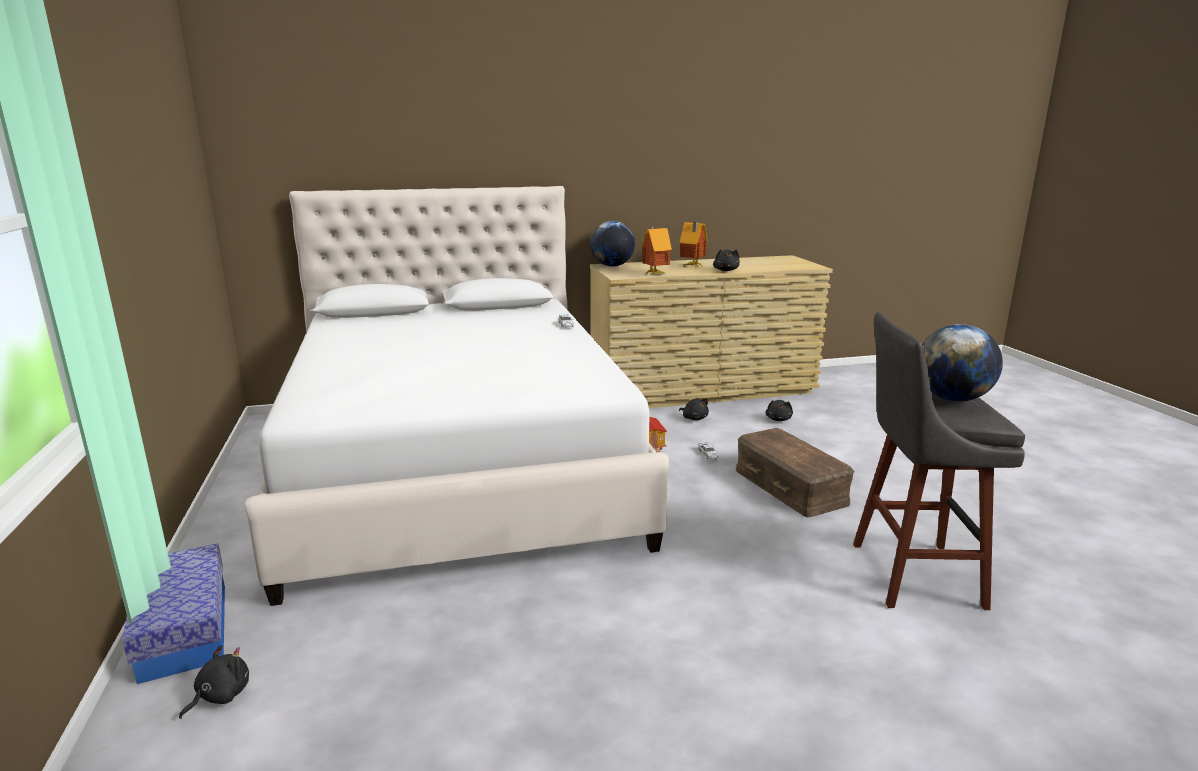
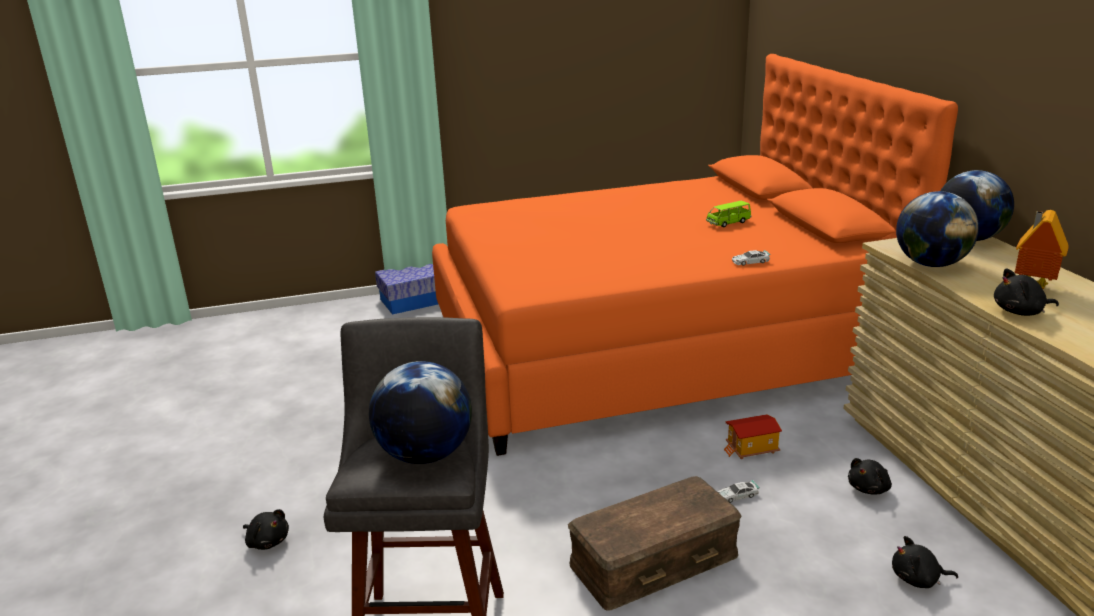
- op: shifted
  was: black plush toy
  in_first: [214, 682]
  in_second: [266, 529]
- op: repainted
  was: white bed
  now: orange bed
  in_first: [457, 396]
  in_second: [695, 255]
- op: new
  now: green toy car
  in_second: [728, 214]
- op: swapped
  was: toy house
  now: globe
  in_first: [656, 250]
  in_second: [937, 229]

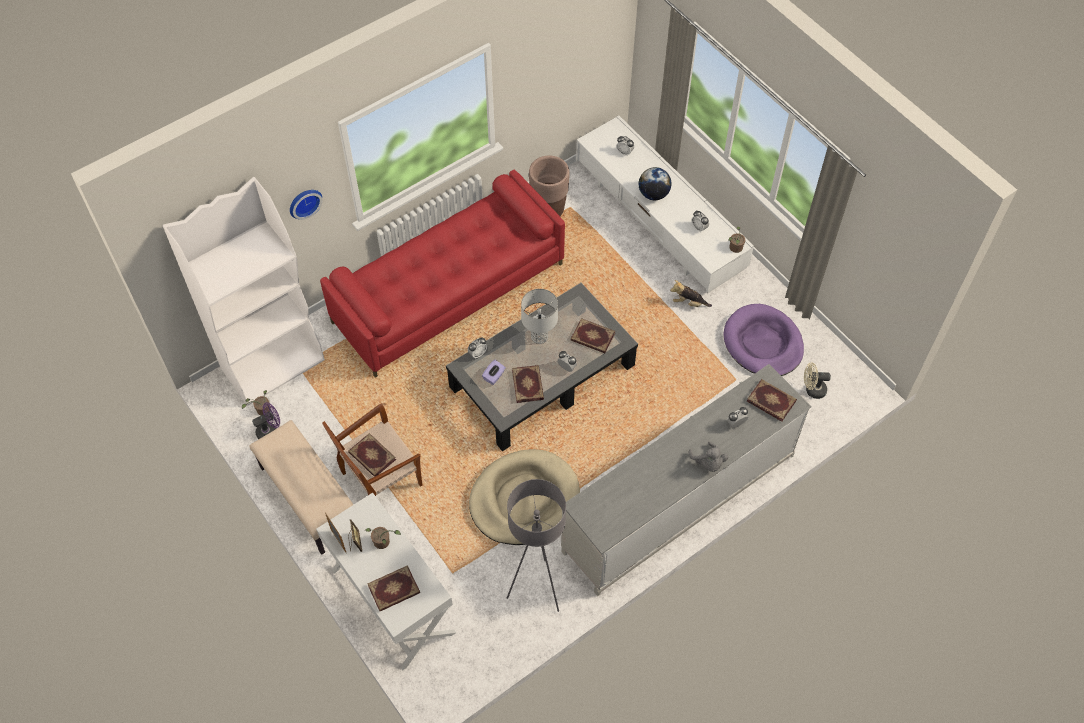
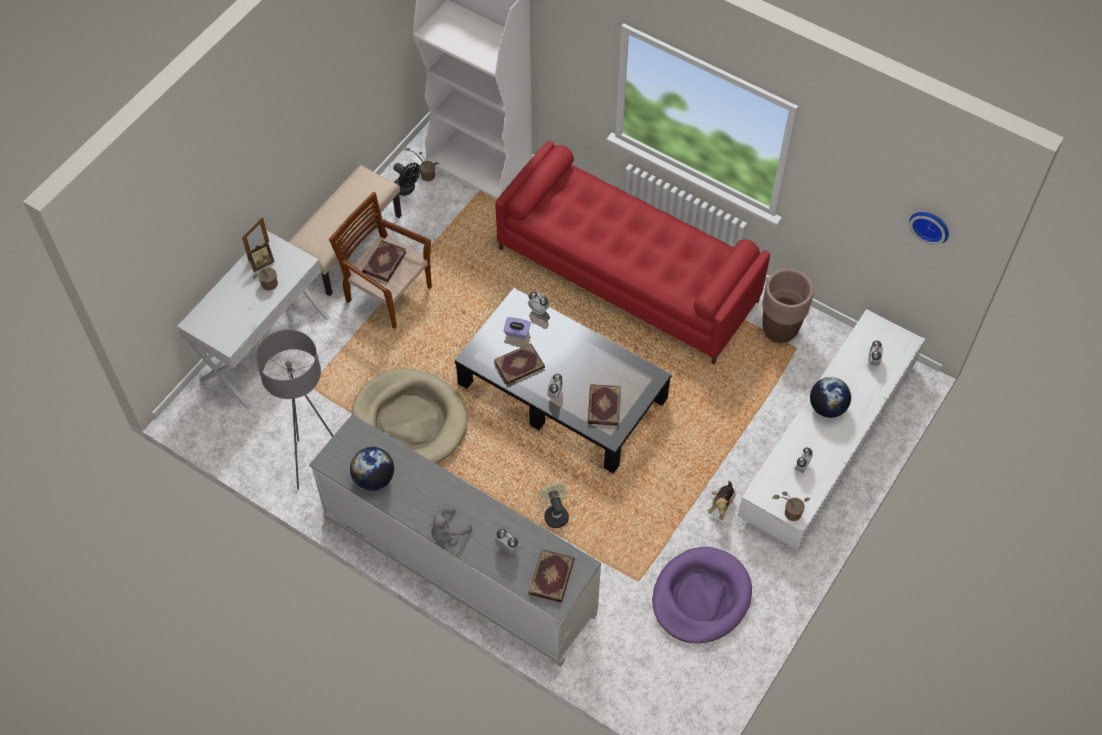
- op: new
  now: globe
  in_second: [372, 469]
- op: repainted
  was: purple fan
  now: black fan
  in_first: [266, 420]
  in_second: [407, 179]
- op: shifted
  was: beige fan
  in_first: [817, 380]
  in_second: [553, 505]
- op: rotated
  was: plush toy
  in_first: [691, 293]
  in_second: [721, 500]
  clockwise: -150
- op: shifted
  was: wall clock
  in_first: [306, 205]
  in_second: [929, 228]
- op: gone
  was: book
  in_first: [394, 588]
- op: gone
  was: white table lamp
  in_first: [539, 316]

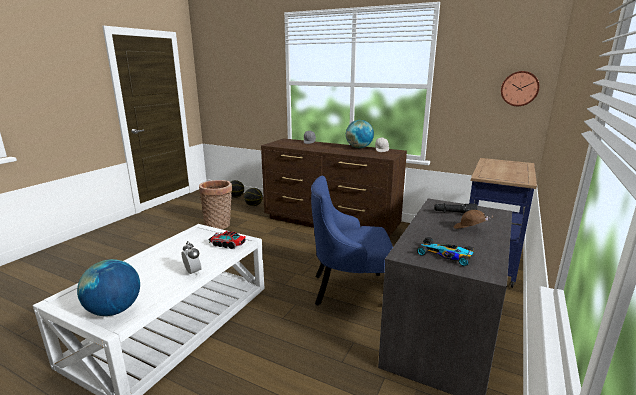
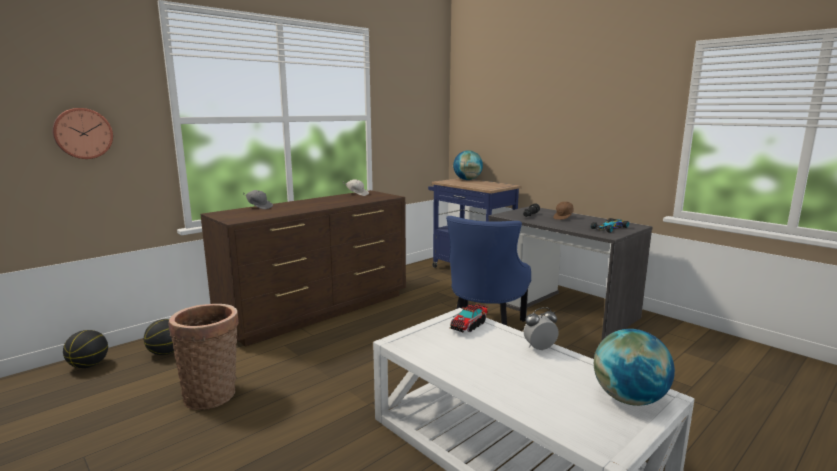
- op: shifted
  was: wall clock
  in_first: [520, 88]
  in_second: [82, 133]
- op: shifted
  was: globe
  in_first: [360, 134]
  in_second: [468, 165]

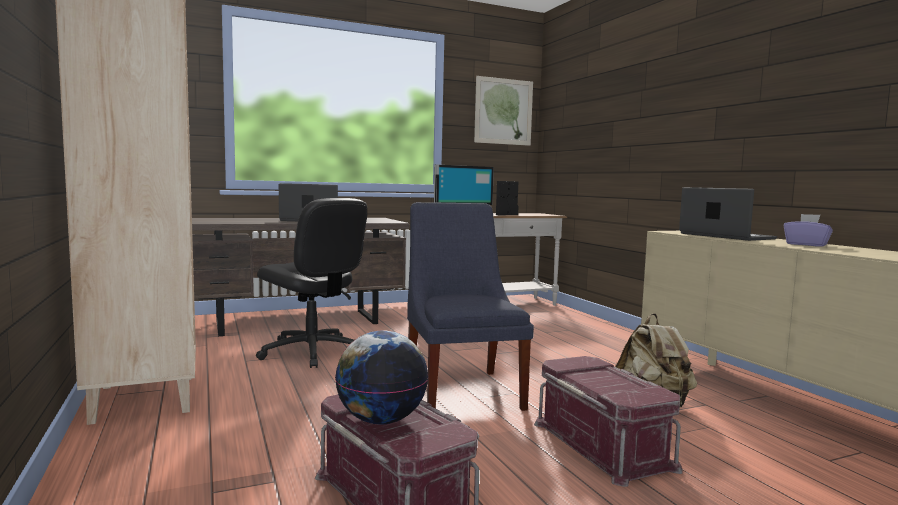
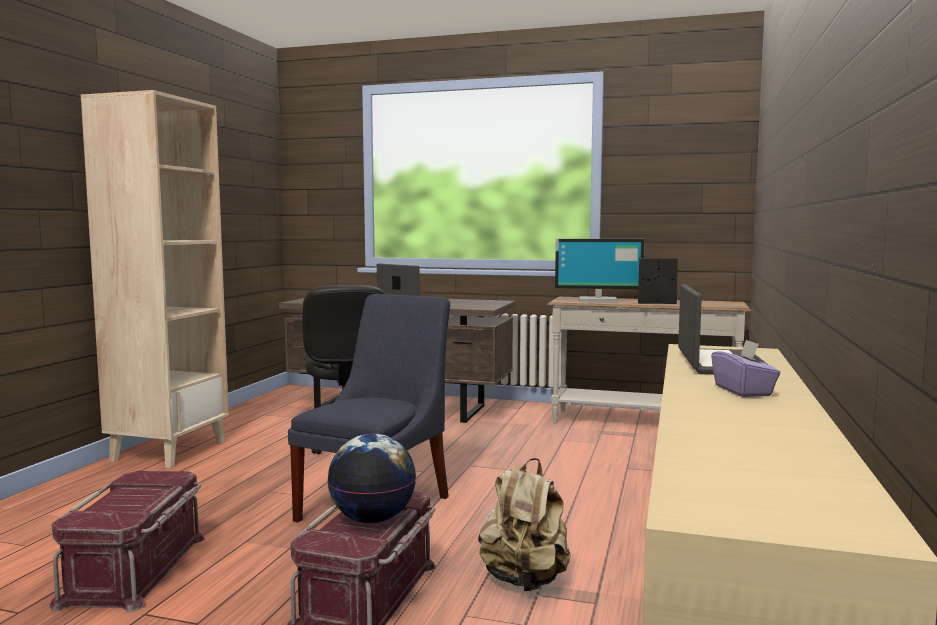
- op: shifted
  was: globe
  in_first: [381, 377]
  in_second: [371, 478]
- op: gone
  was: picture
  in_first: [503, 111]

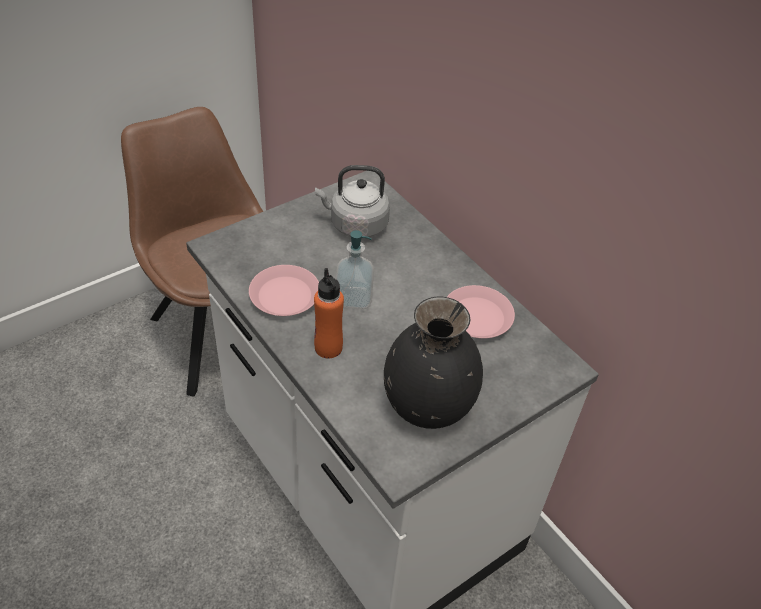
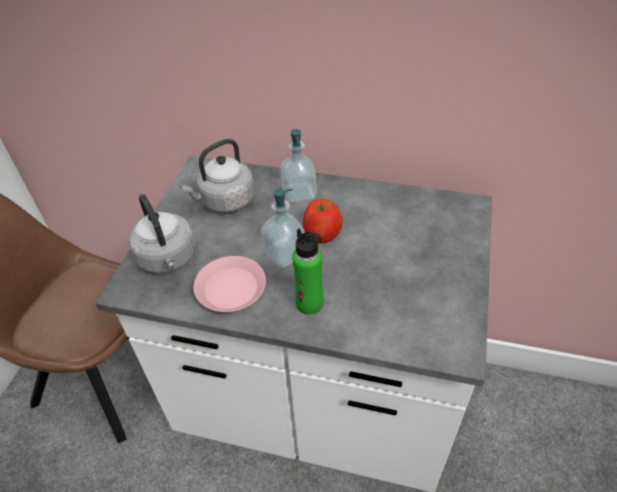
- op: new
  now: grey kettle
  in_second: [162, 233]
- op: new
  now: soap dispenser
  in_second: [298, 166]
- op: repainted
  was: orange bottle
  now: green bottle
  in_first: [329, 313]
  in_second: [308, 271]
- op: new
  now: apple
  in_second: [323, 221]
- op: gone
  was: black vase
  in_first: [433, 363]
- op: gone
  was: pink plate
  in_first: [481, 312]

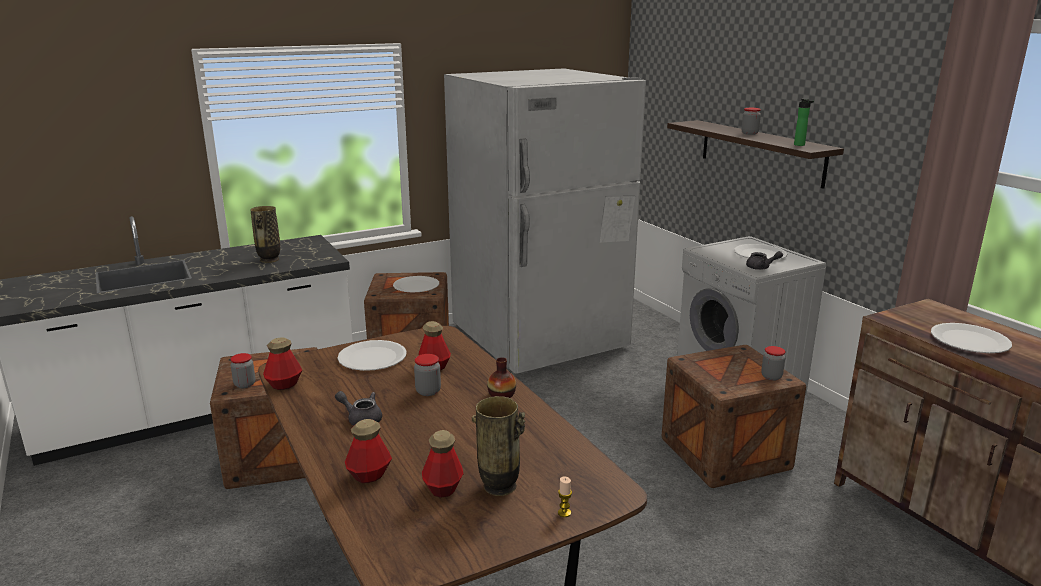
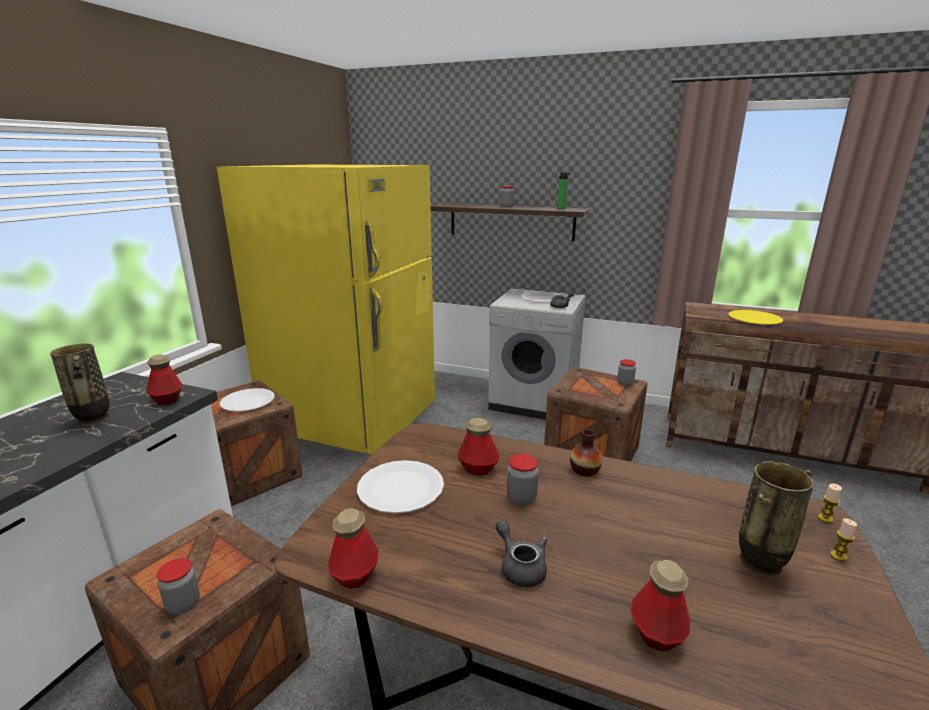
- op: shifted
  was: bottle
  in_first: [443, 464]
  in_second: [164, 379]
- op: repainted
  was: white fridge
  now: yellow fridge
  in_first: [545, 221]
  in_second: [326, 308]
- op: rotated
  was: grey teapot
  in_first: [358, 408]
  in_second: [521, 553]
  clockwise: 75
- op: repainted
  was: white plate
  now: yellow plate
  in_first: [971, 338]
  in_second: [756, 317]
- op: new
  now: candle
  in_second: [830, 503]

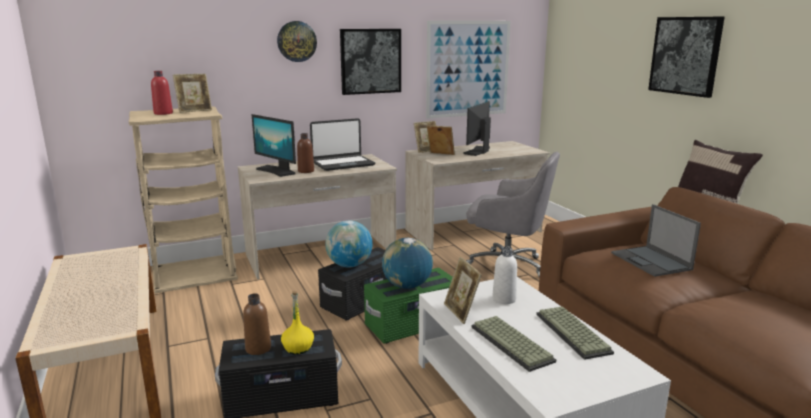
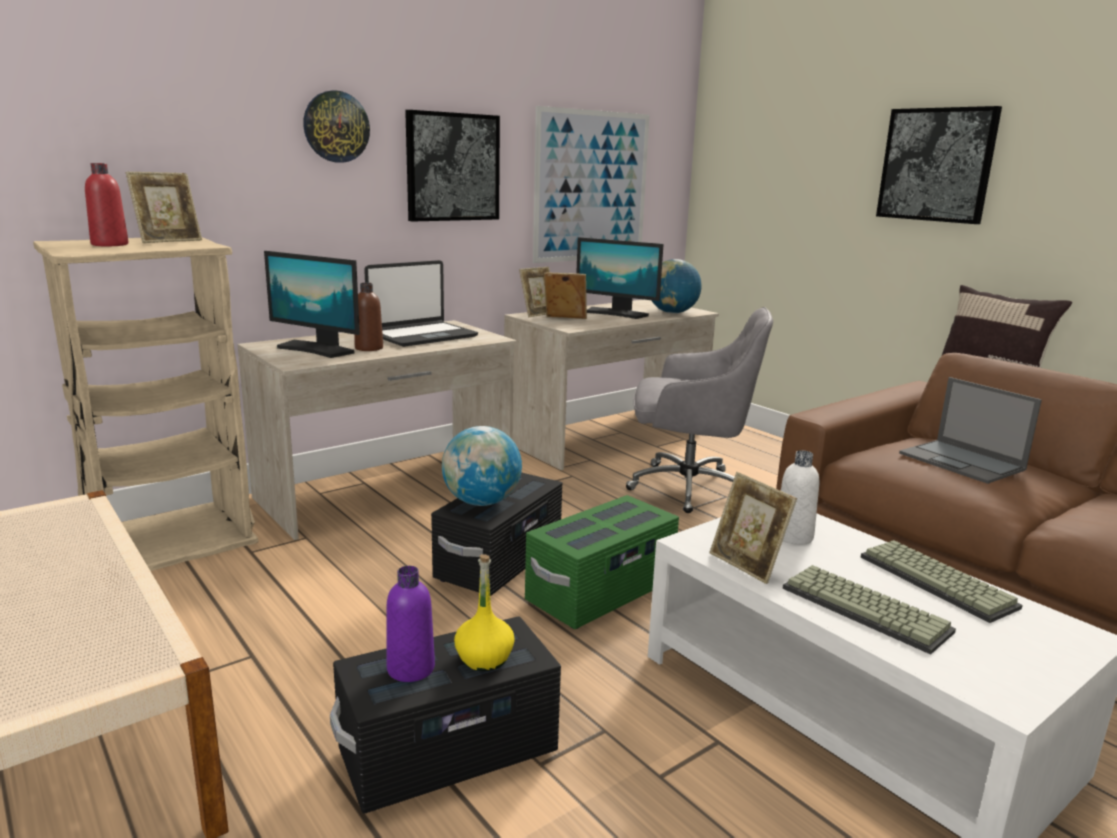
- op: repainted
  was: brown bottle
  now: purple bottle
  in_first: [257, 324]
  in_second: [410, 624]
- op: rotated
  was: monitor
  in_first: [477, 128]
  in_second: [620, 278]
  clockwise: -75
- op: shifted
  was: globe
  in_first: [407, 263]
  in_second: [676, 286]

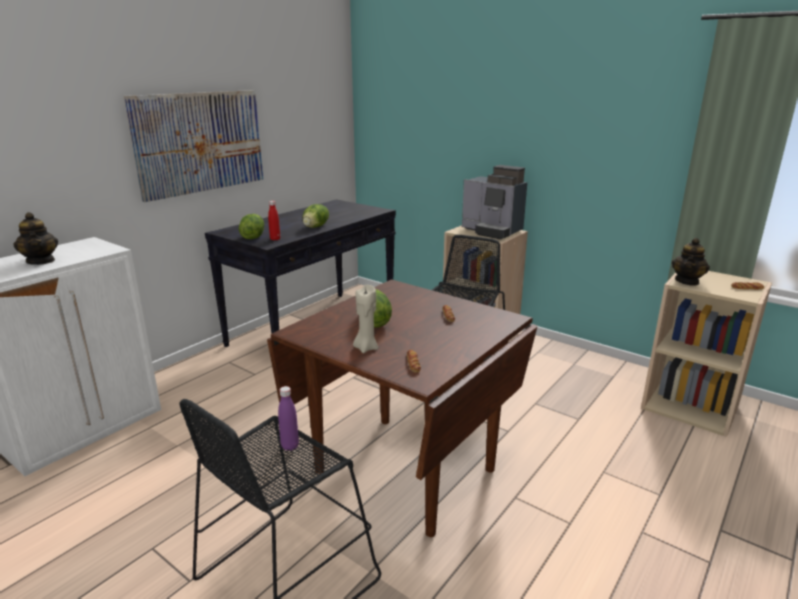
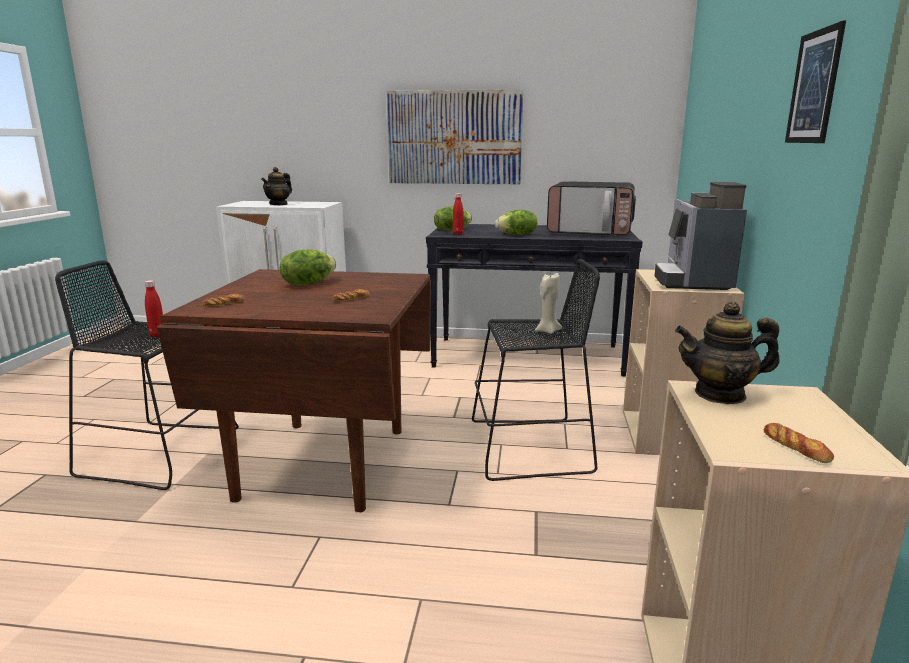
- op: repainted
  was: purple bottle
  now: red bottle
  in_first: [288, 418]
  in_second: [154, 308]
- op: shifted
  was: beige candle
  in_first: [365, 319]
  in_second: [548, 303]
- op: new
  now: microwave
  in_second: [591, 208]
- op: new
  now: picture
  in_second: [815, 81]

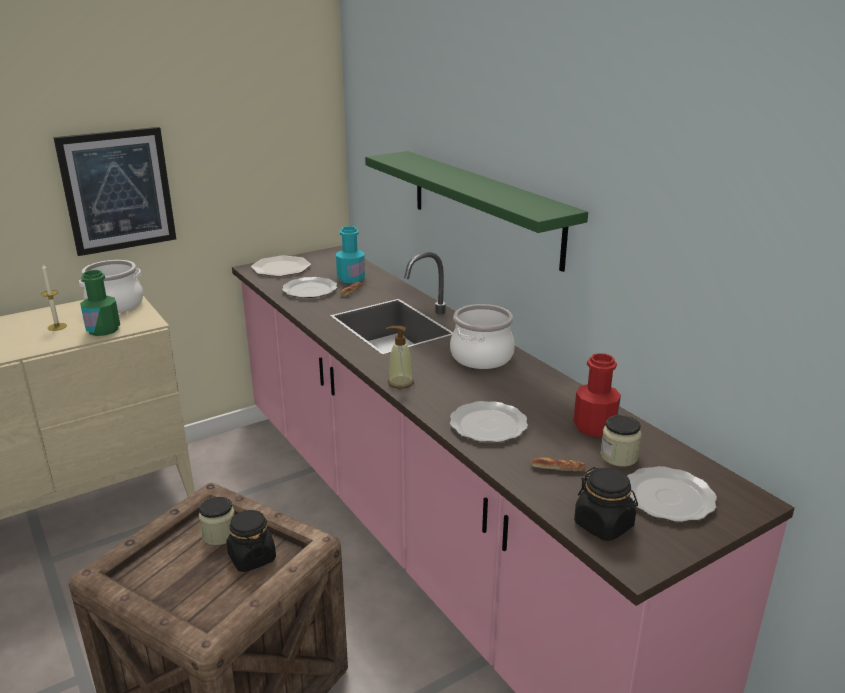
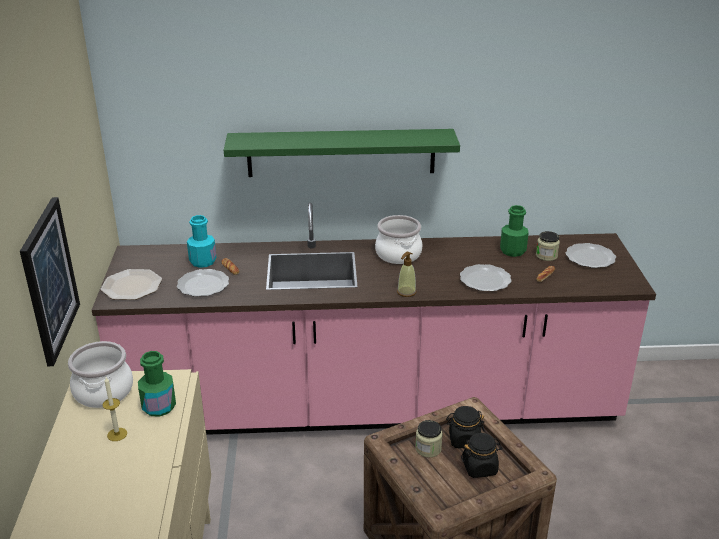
- op: shifted
  was: black jar
  in_first: [606, 504]
  in_second: [482, 455]
- op: repainted
  was: red bottle
  now: green bottle
  in_first: [597, 395]
  in_second: [514, 231]

